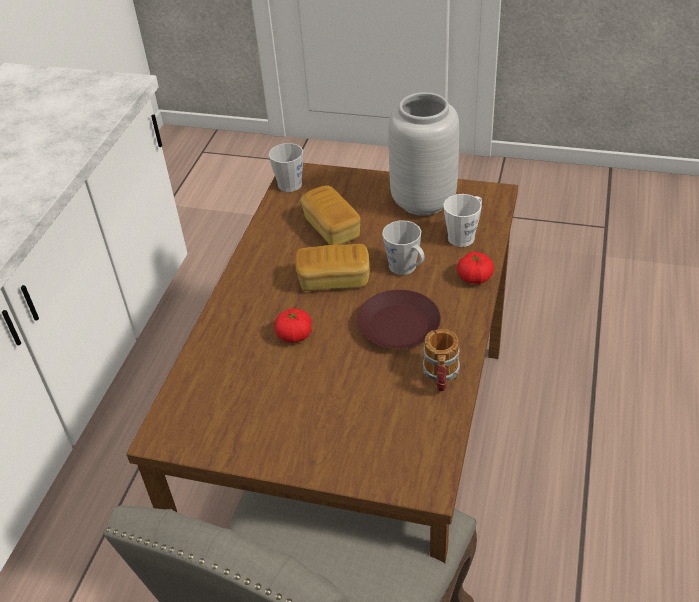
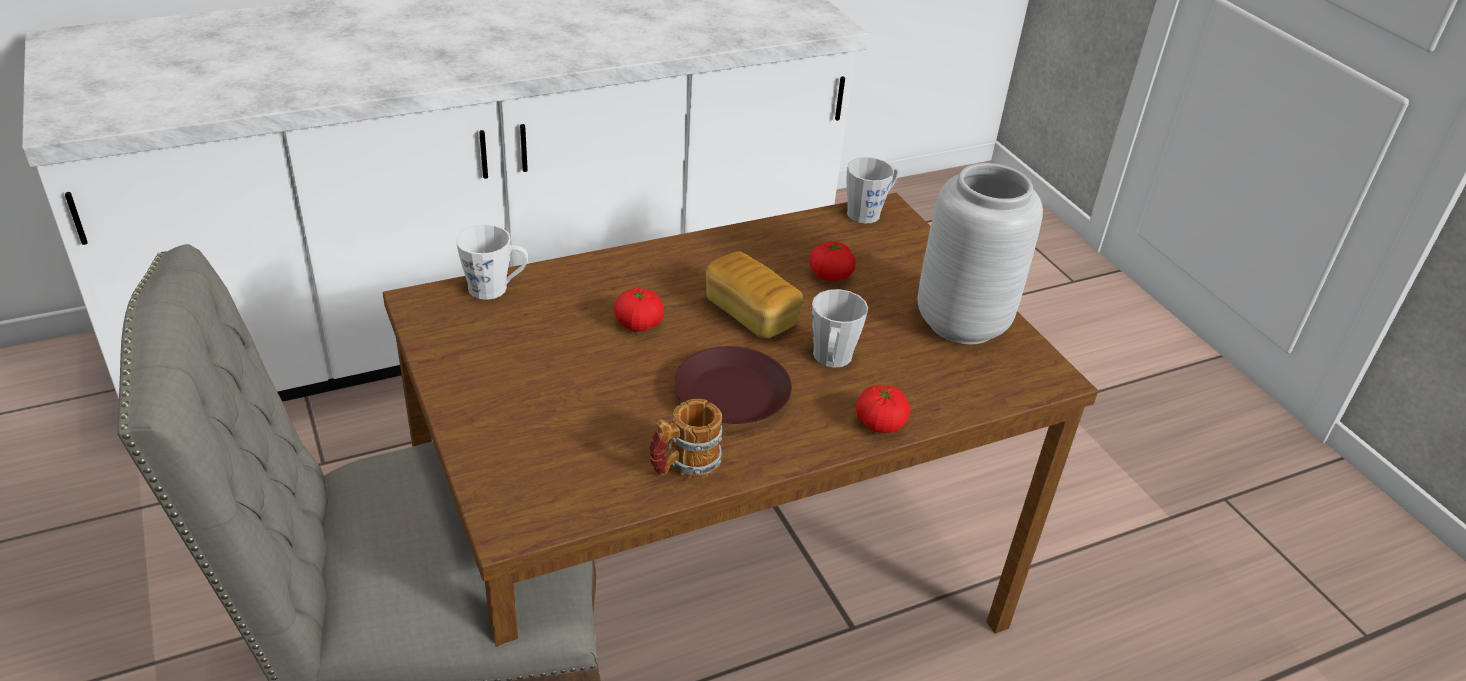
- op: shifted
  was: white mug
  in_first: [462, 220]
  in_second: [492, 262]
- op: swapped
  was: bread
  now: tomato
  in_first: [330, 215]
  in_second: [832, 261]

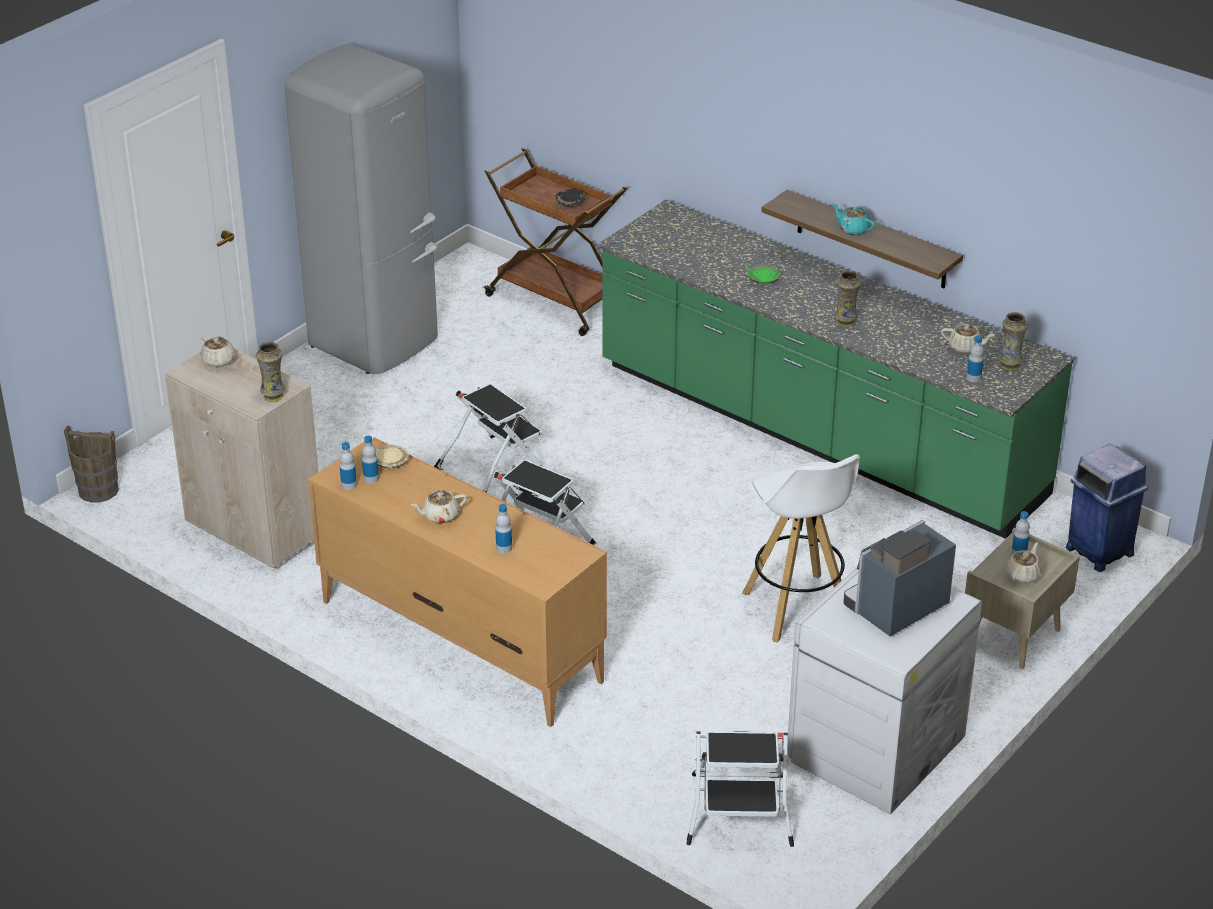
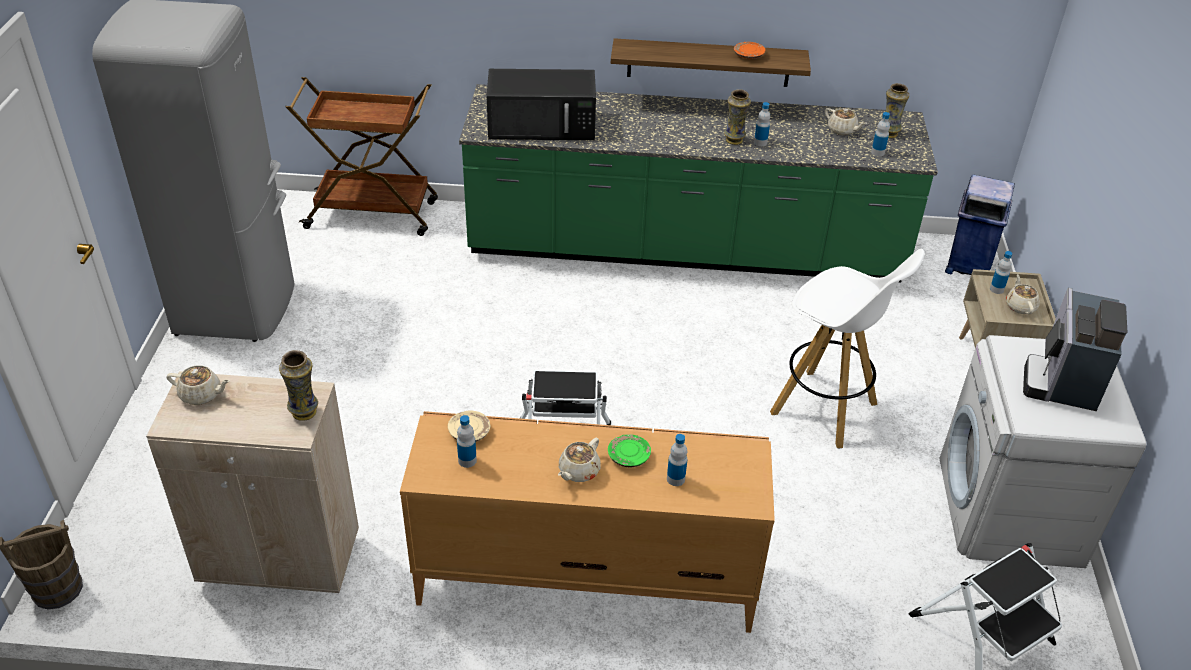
- op: new
  now: black microwave
  in_second: [541, 104]
- op: shifted
  was: green plate
  in_first: [763, 274]
  in_second: [629, 450]
- op: new
  now: orange plate
  in_second: [749, 50]
- op: shifted
  was: bottle
  in_first: [348, 466]
  in_second: [762, 124]
- op: rotated
  was: beige teapot
  in_first: [968, 339]
  in_second: [846, 121]
  clockwise: 60
- op: gone
  was: step ladder
  in_first: [489, 438]
- op: gone
  was: black plate
  in_first: [570, 198]
- op: gone
  was: turquoise teapot
  in_first: [853, 219]

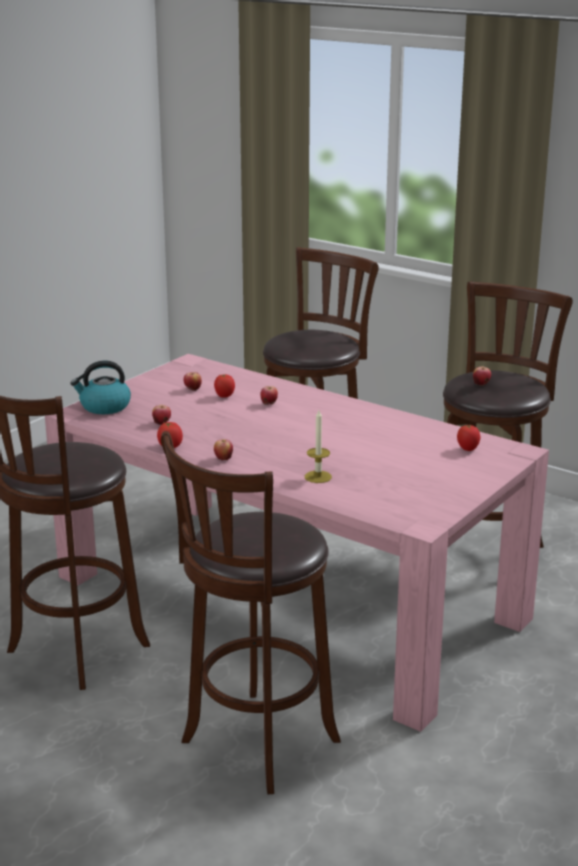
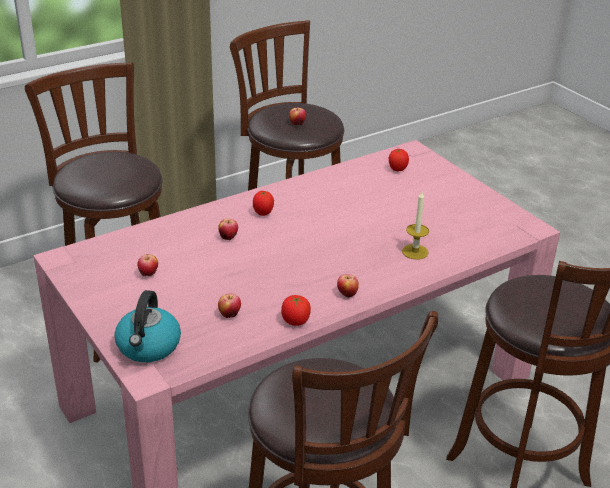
- op: shifted
  was: tomato
  in_first: [224, 386]
  in_second: [263, 203]

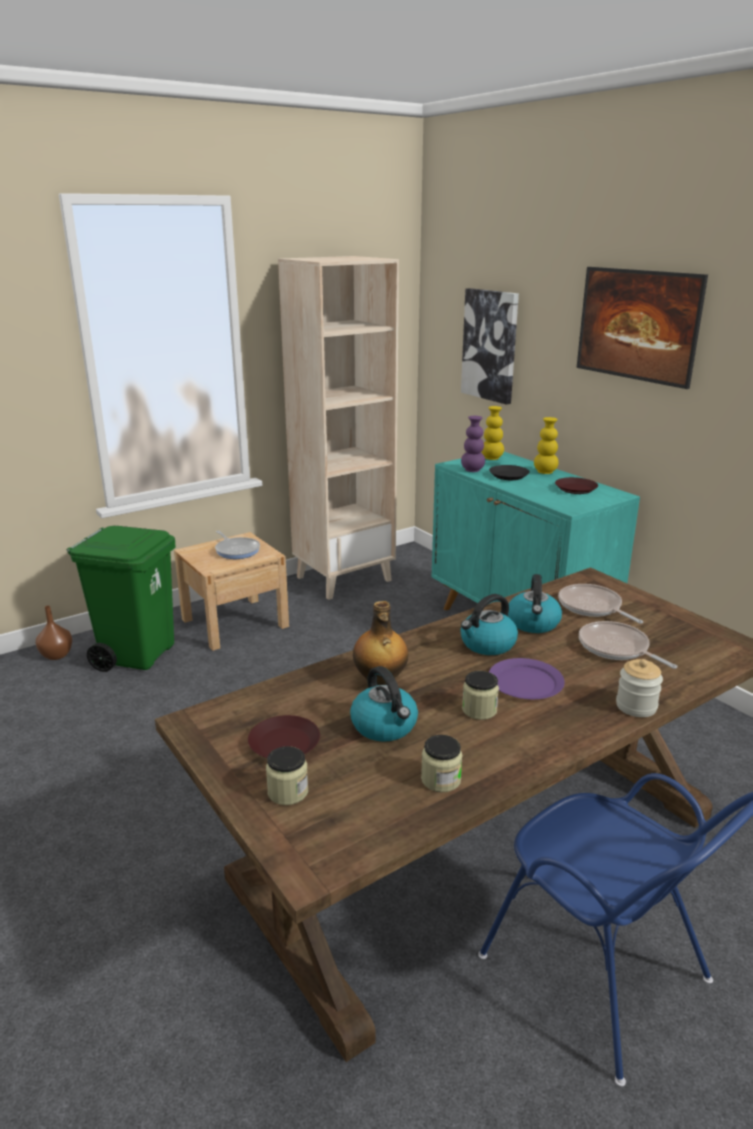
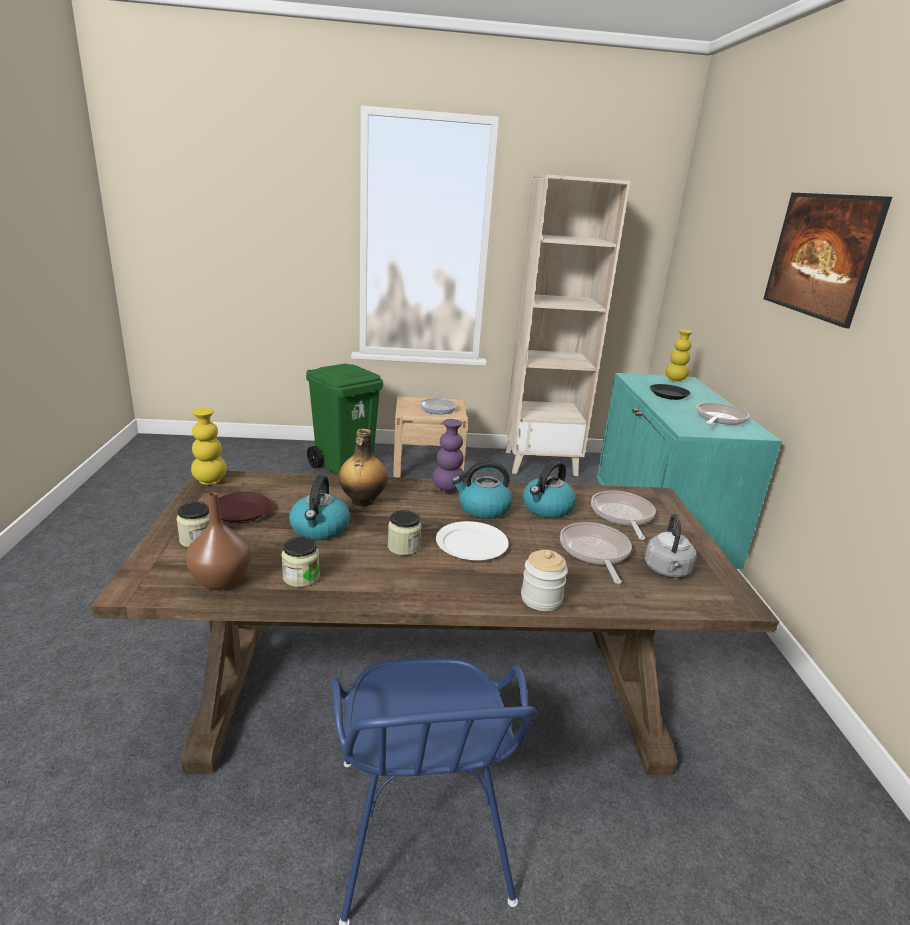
- op: shifted
  was: brown vase
  in_first: [54, 633]
  in_second: [218, 541]
- op: shifted
  was: yellow vase
  in_first: [546, 445]
  in_second: [209, 446]
- op: shifted
  was: purple vase
  in_first: [473, 444]
  in_second: [449, 456]
- op: repainted
  was: purple plate
  now: white plate
  in_first: [527, 678]
  in_second: [472, 540]
- op: new
  now: grey kettle
  in_second: [671, 546]
- op: swapped
  was: brown plate
  now: frying pan
  in_first: [576, 485]
  in_second: [723, 414]
- op: gone
  was: picture
  in_first: [490, 346]

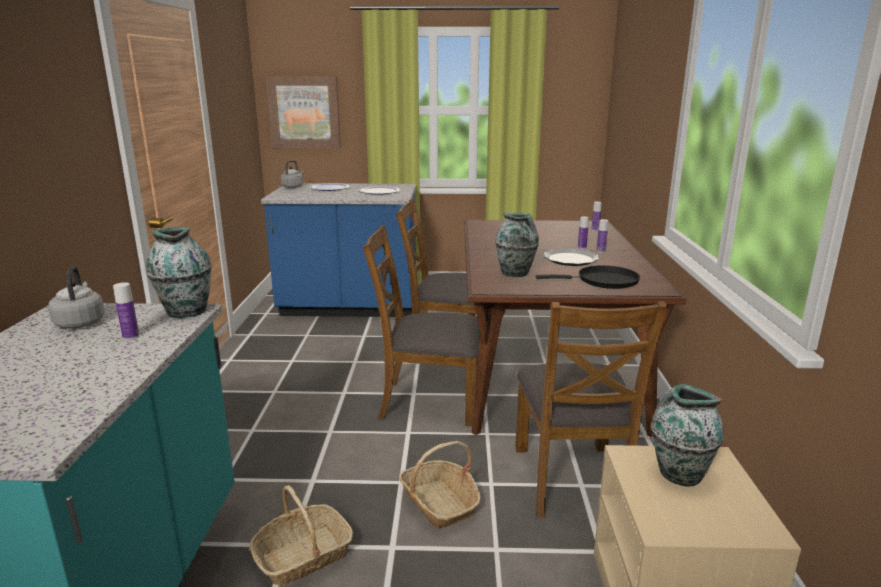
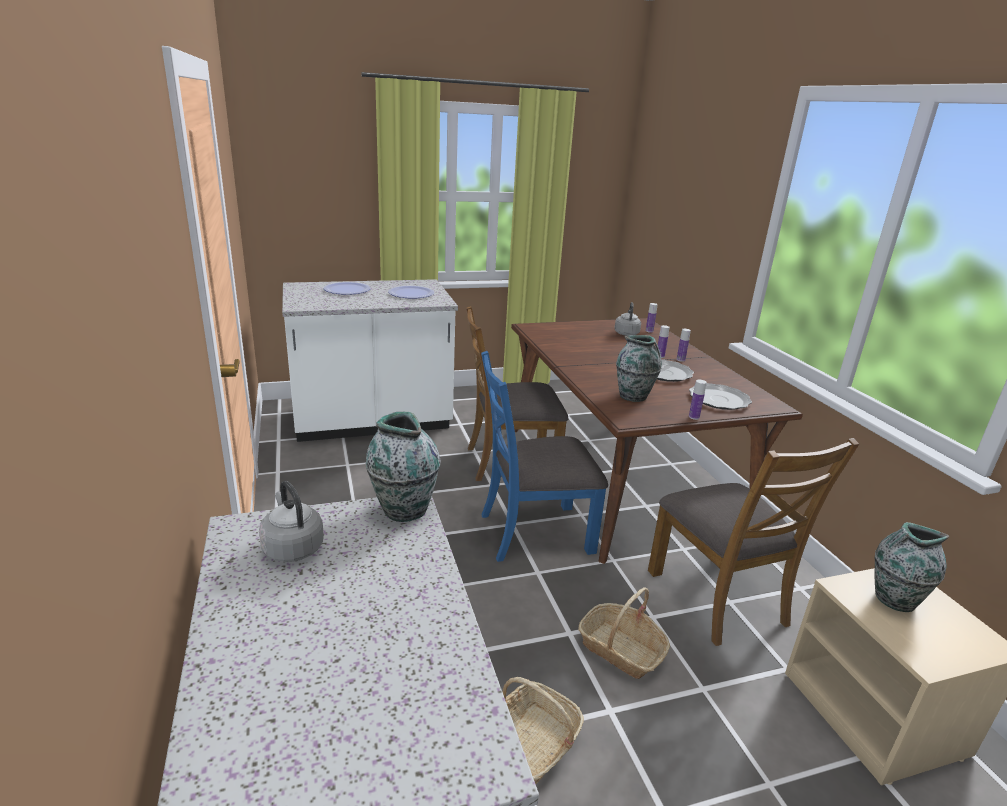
- op: repainted
  was: blue counter
  now: white counter
  in_first: [338, 250]
  in_second: [370, 360]
- op: repainted
  was: brown chair
  now: blue chair
  in_first: [421, 325]
  in_second: [544, 456]
- op: shifted
  was: grey kettle
  in_first: [292, 174]
  in_second: [627, 319]
- op: shifted
  was: bottle
  in_first: [126, 311]
  in_second: [698, 400]
- op: swapped
  was: black frying pan
  now: plate
  in_first: [588, 277]
  in_second: [720, 396]
- op: gone
  was: picture
  in_first: [303, 112]

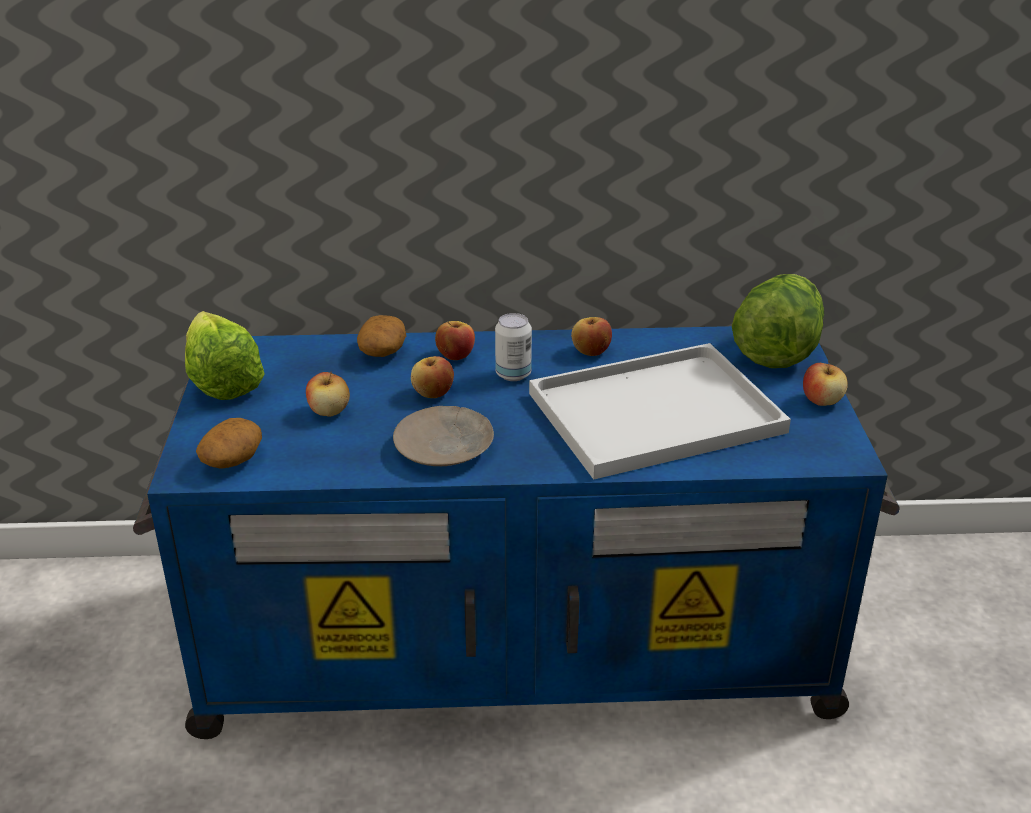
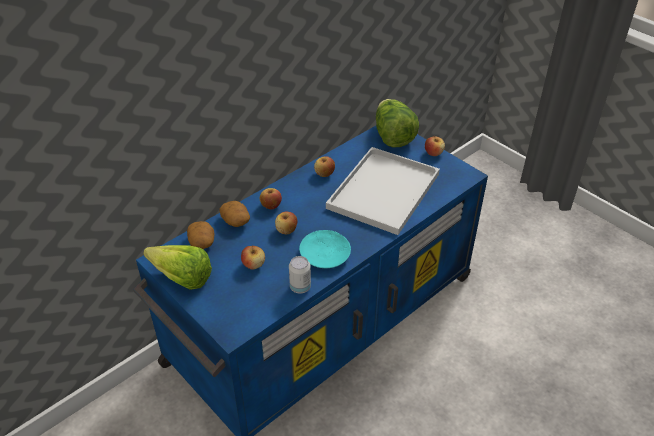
- op: shifted
  was: potato
  in_first: [229, 443]
  in_second: [201, 235]
- op: shifted
  was: can
  in_first: [513, 347]
  in_second: [300, 274]
- op: repainted
  was: beige plate
  now: turquoise plate
  in_first: [443, 436]
  in_second: [325, 249]

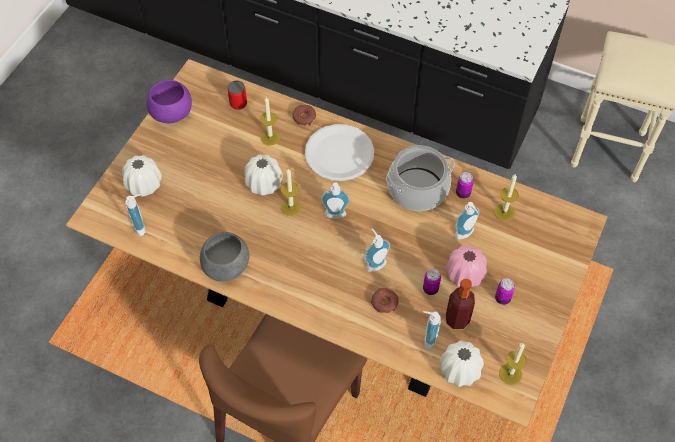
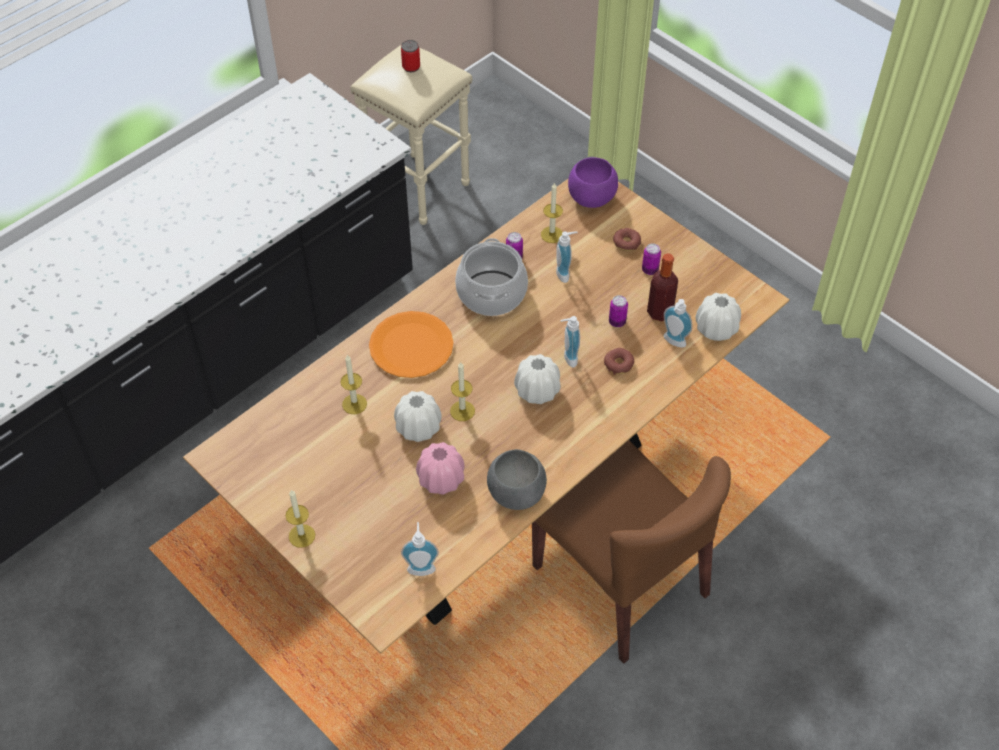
- op: shifted
  was: candle
  in_first: [512, 364]
  in_second: [300, 518]
- op: repainted
  was: white plate
  now: orange plate
  in_first: [339, 152]
  in_second: [411, 344]
- op: shifted
  was: can
  in_first: [237, 95]
  in_second: [410, 56]
- op: shifted
  was: pink vase
  in_first: [466, 266]
  in_second: [440, 468]
- op: shifted
  was: white vase
  in_first: [142, 176]
  in_second: [537, 379]
- op: shifted
  was: purple bowl
  in_first: [169, 102]
  in_second: [593, 182]
- op: shifted
  was: donut
  in_first: [304, 115]
  in_second: [627, 239]
- op: gone
  was: soap dispenser
  in_first: [335, 200]

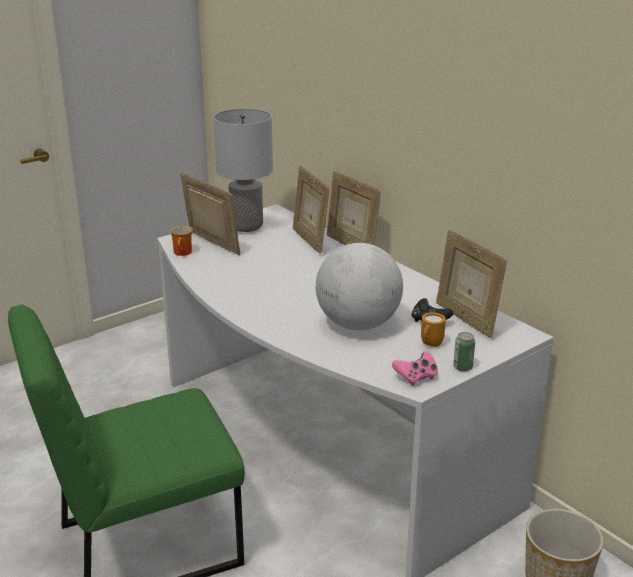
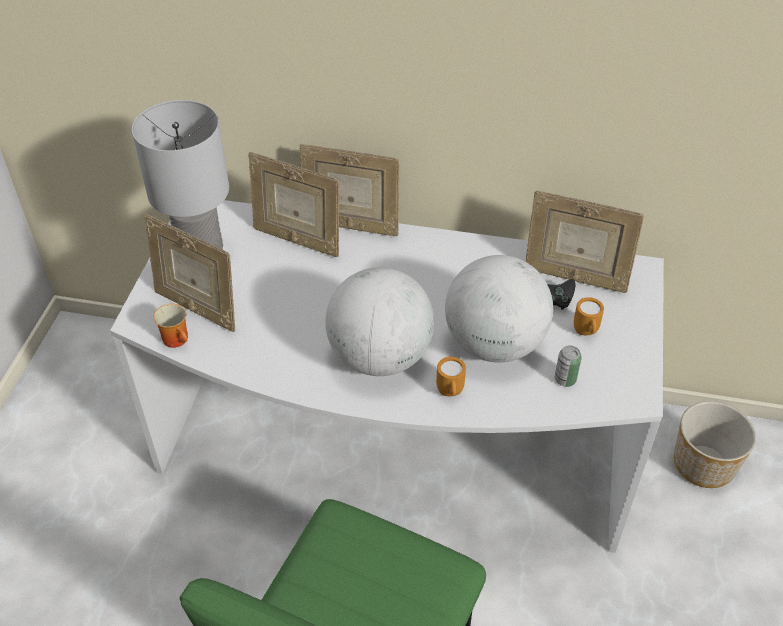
- op: rotated
  was: picture frame
  in_first: [210, 214]
  in_second: [190, 273]
  clockwise: -150
- op: new
  now: globe
  in_second: [379, 321]
- op: new
  now: orange mug
  in_second: [451, 376]
- op: shifted
  was: can
  in_first: [464, 352]
  in_second: [568, 366]
- op: gone
  was: pink game controller
  in_first: [415, 368]

